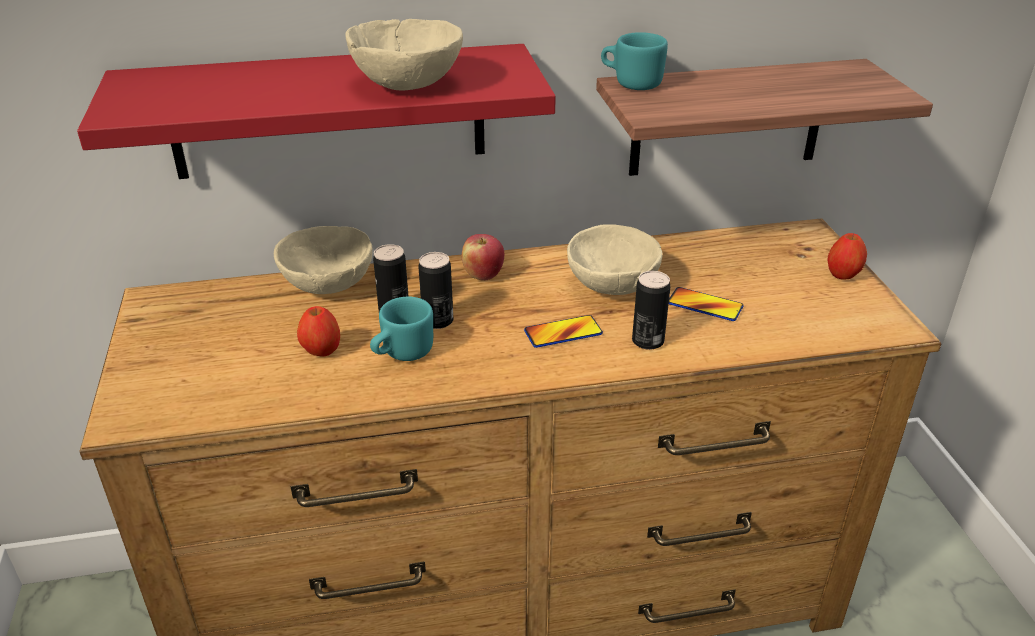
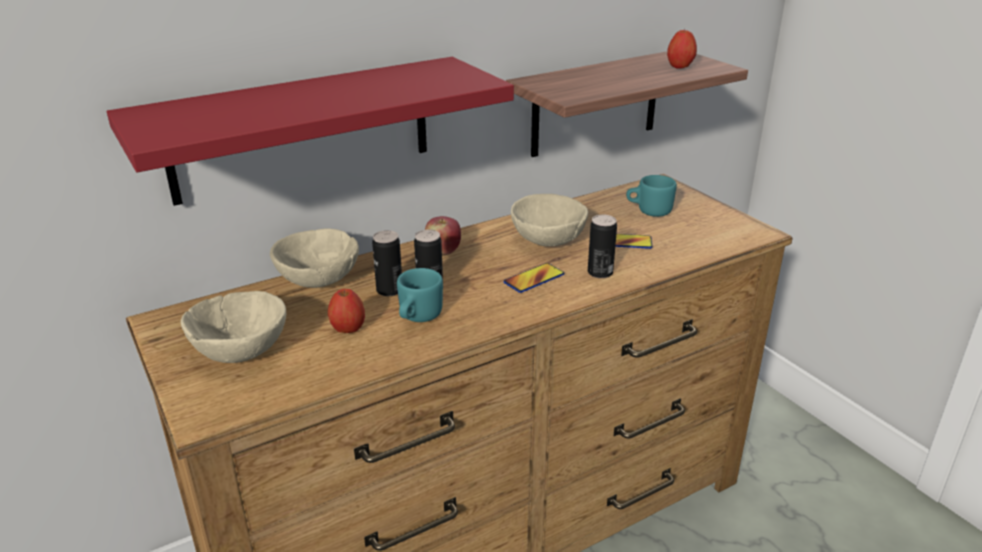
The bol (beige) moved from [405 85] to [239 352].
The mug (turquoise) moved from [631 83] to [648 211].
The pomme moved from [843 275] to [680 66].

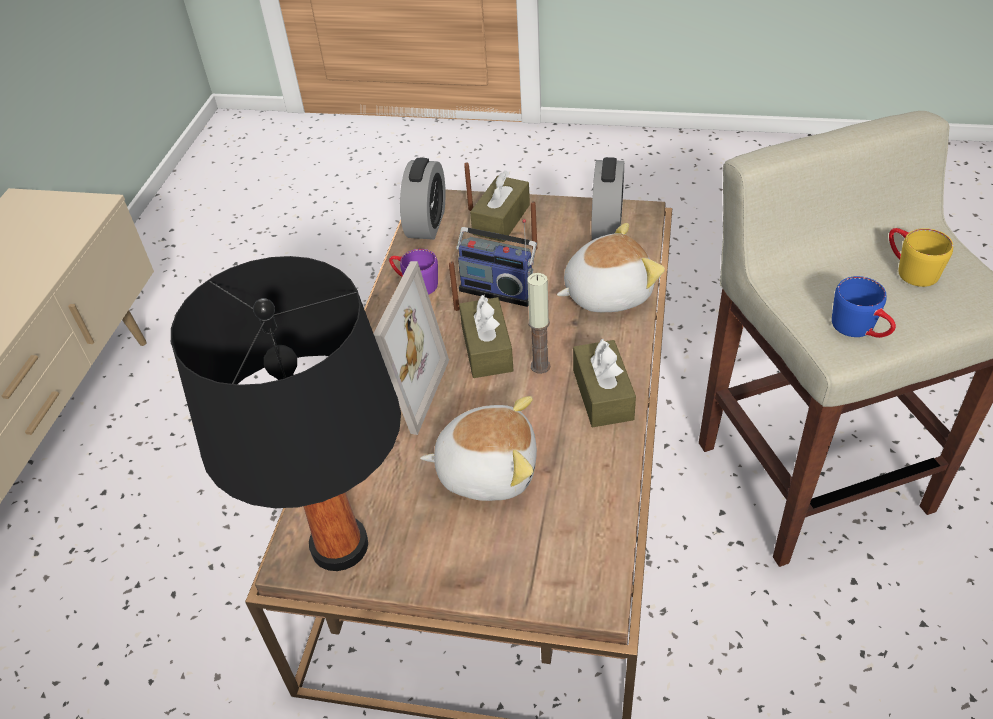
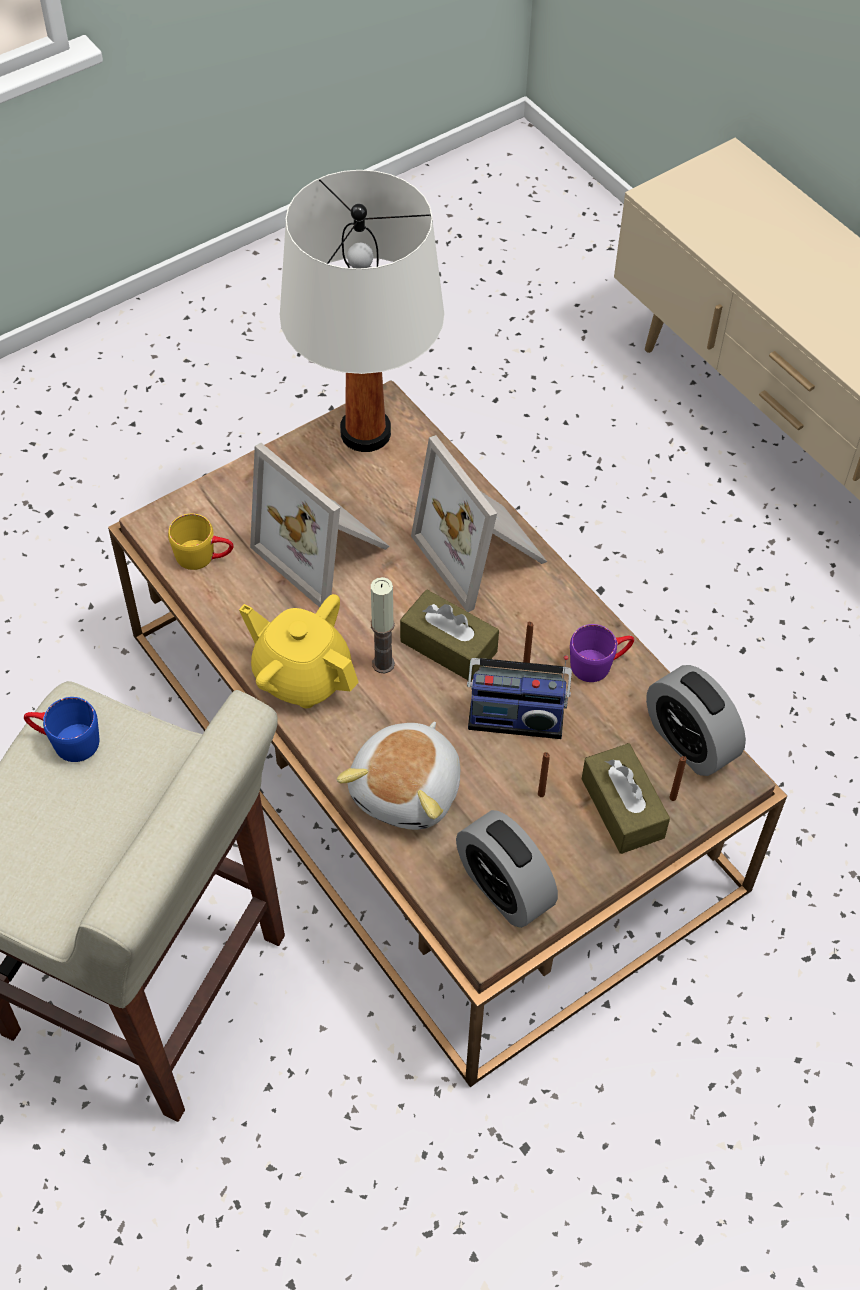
The mug (jaune) moved from [909 269] to [204 556].
The peluche at [487 469] was replaced by the cadre photo at [326 549].
The boîte à mouchoirs (marron) at [602 394] was replaced by the théière (jaune) at [302 676].
The lampe de table (noir) at [339 547] became the lampe de table (blanc) at [365 432].
The radio at [498 288] turned 150 degrees counterclockwise.

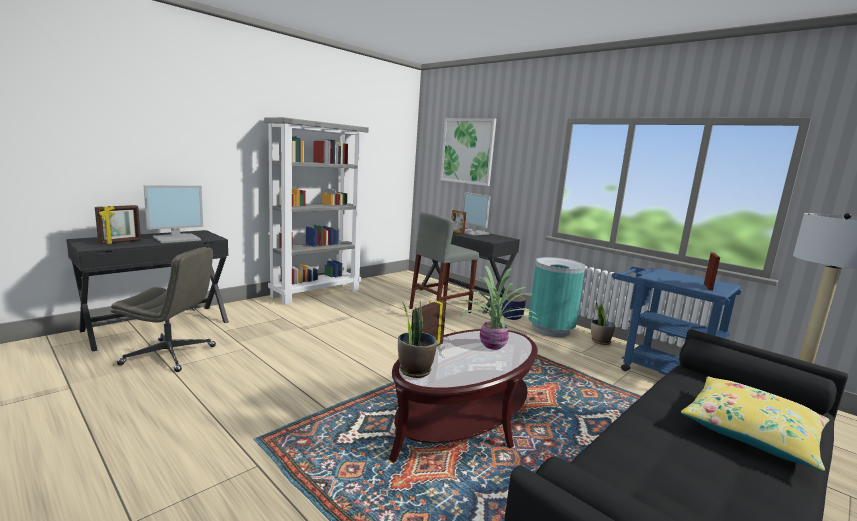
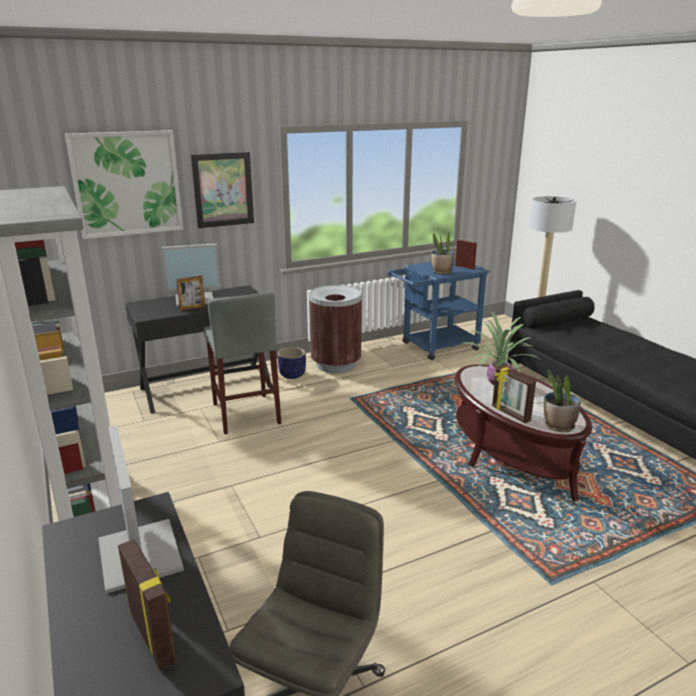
The coussin (jaune) at [751 431] disappeared.
The tableau at [223 190] appeared.
The plante en pot moved from [600 341] to [442 272].
The poubelle (turquoise) at [550 329] became the poubelle (marron) at [335 364].

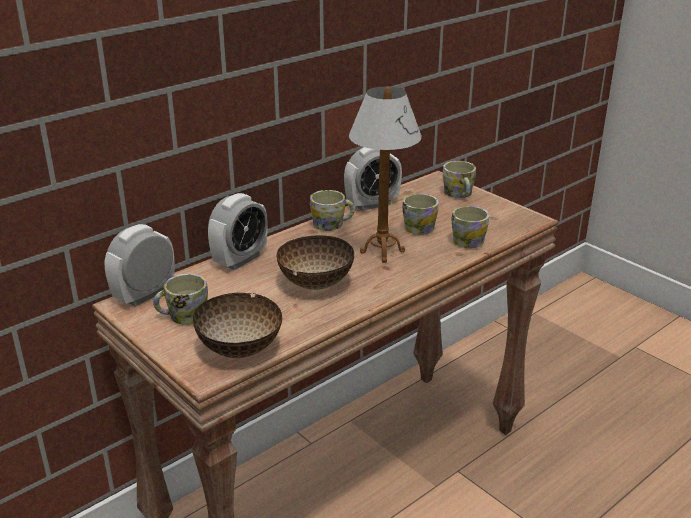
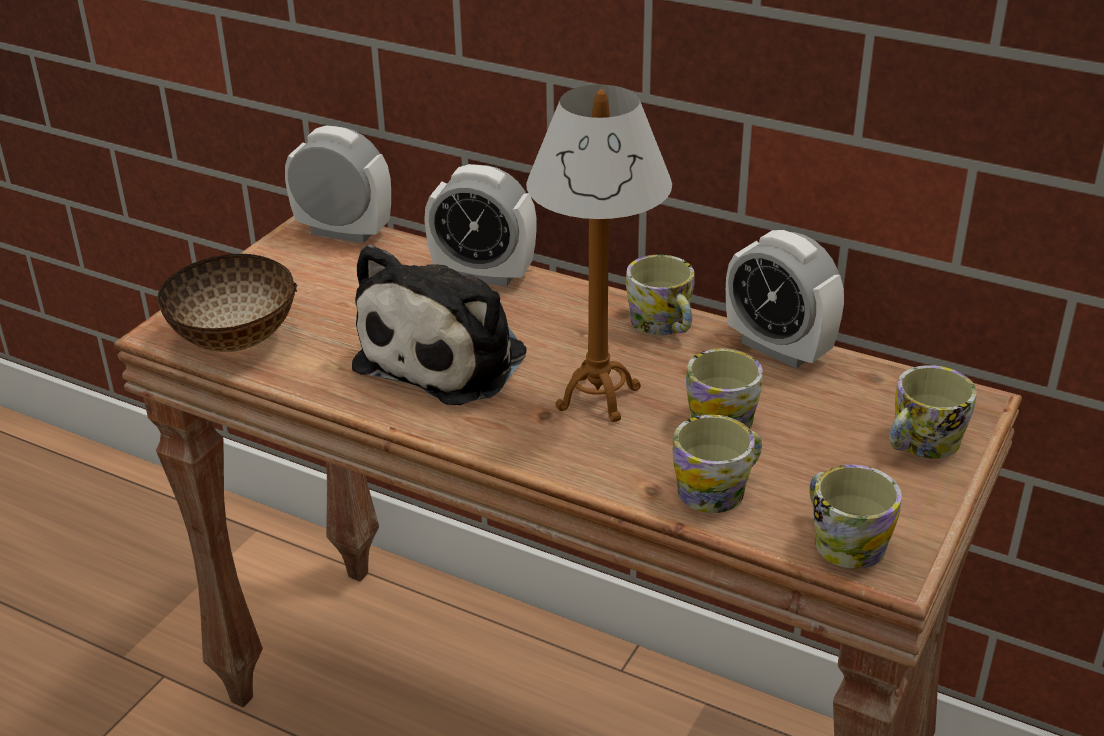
The mug moved from [182 316] to [842 540].
The bol at [315 283] was replaced by the peluche at [449 357].

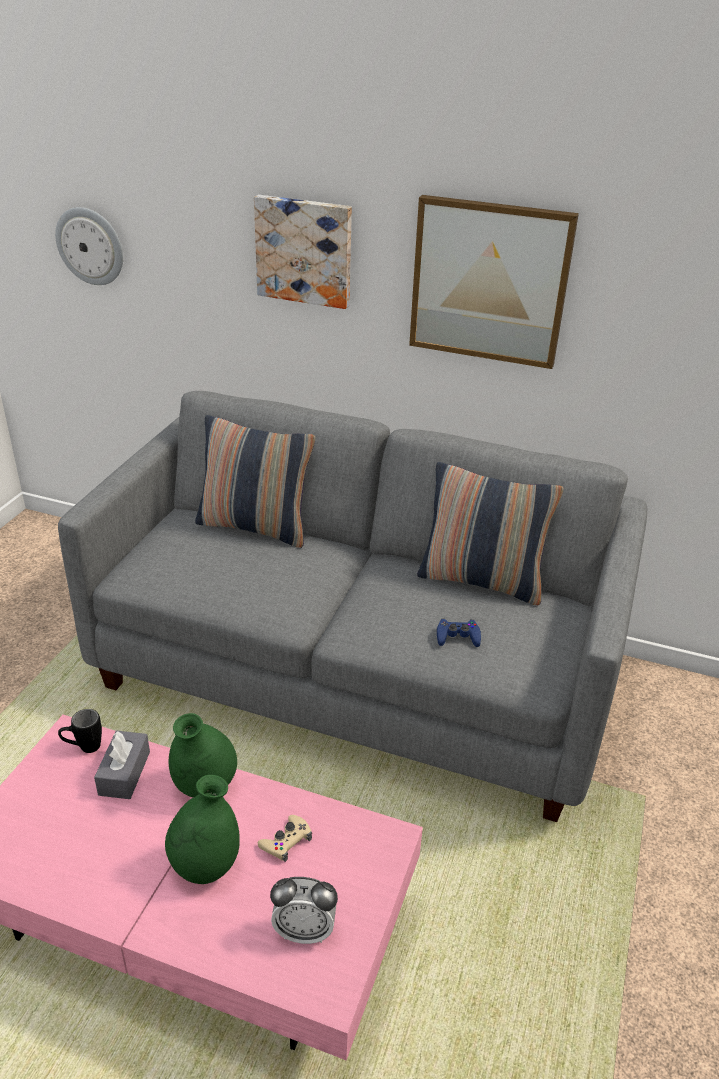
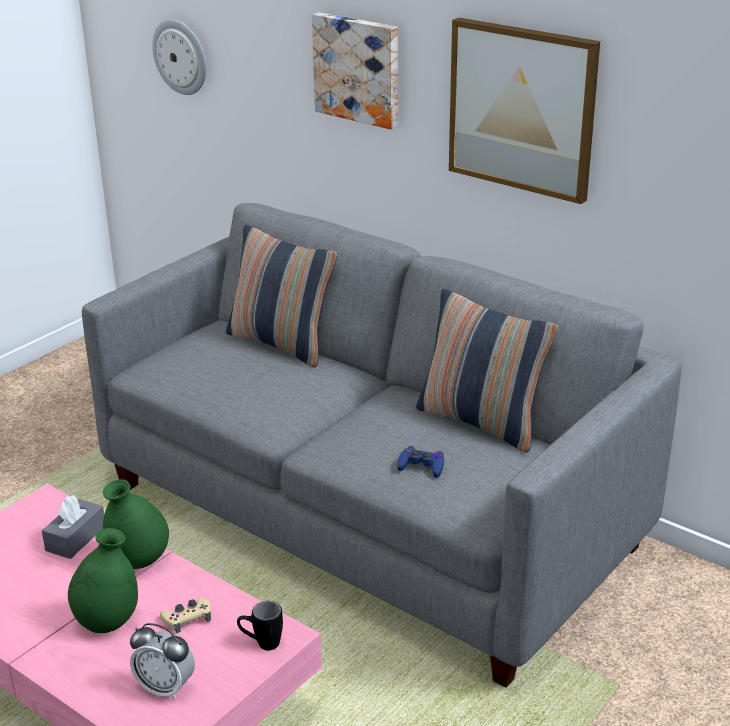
The mug (noir) moved from [83 747] to [261 643].

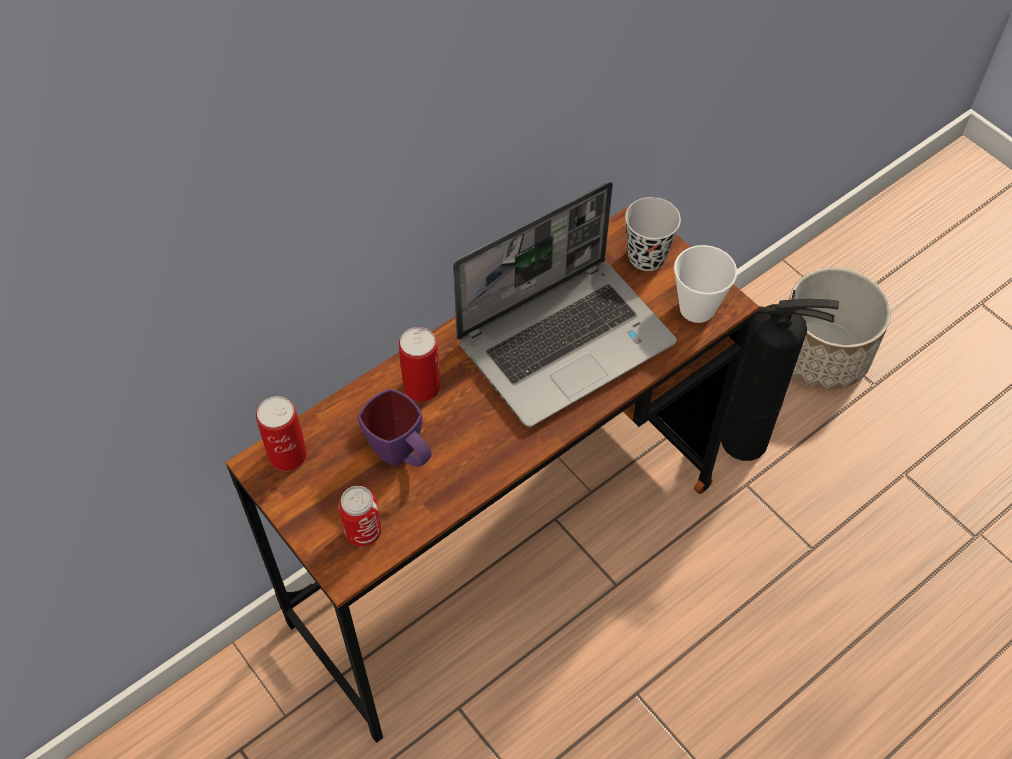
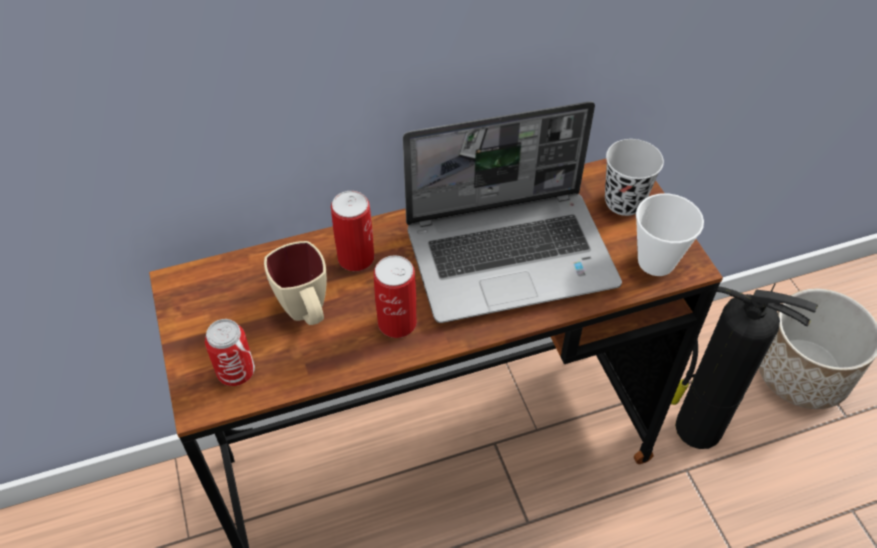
The boîte métallique moved from [288 455] to [397 323].
The mug (violet) at [402 456] became the mug (beige) at [307 314].

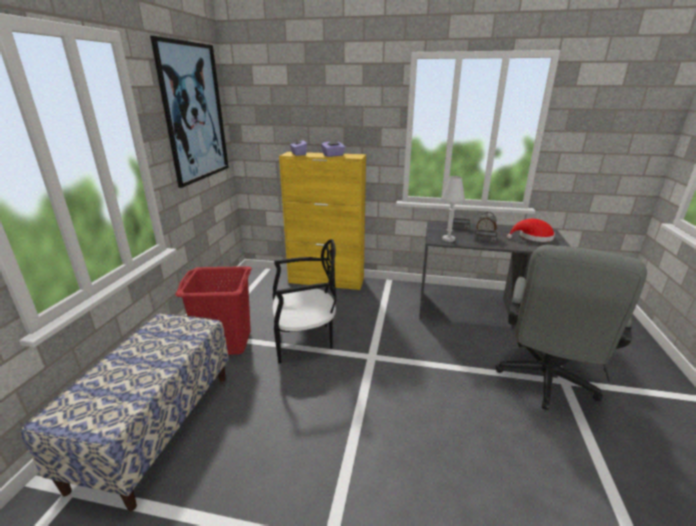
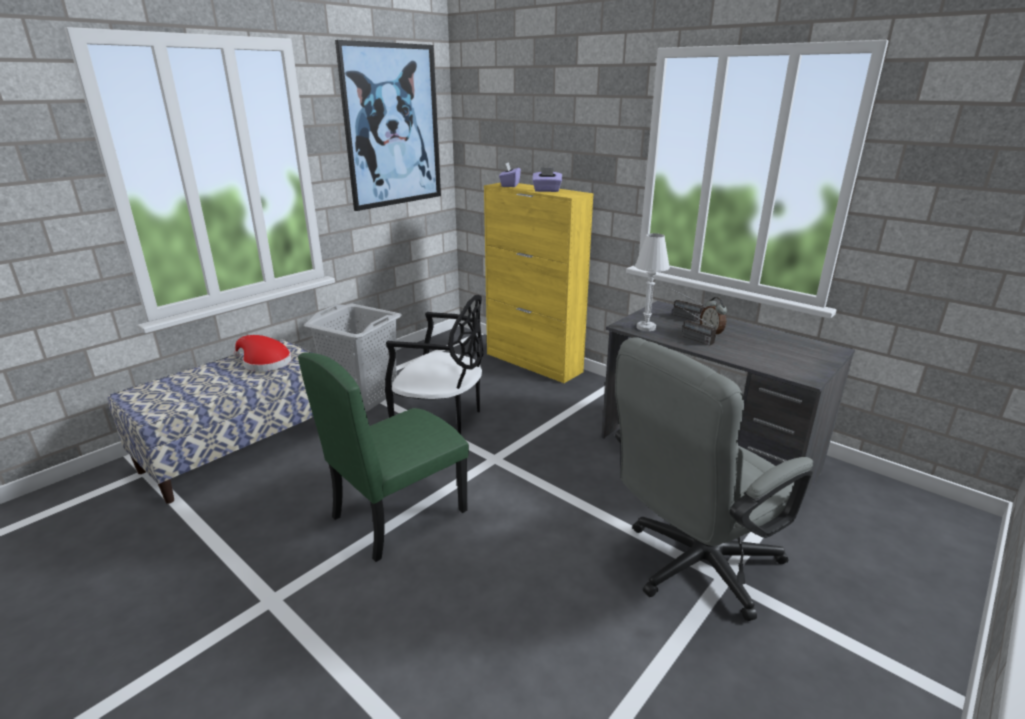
The chaise (vert) at [399 513] appeared.
The chapeau (rouge) moved from [533 237] to [264 363].
The panier à linge (rouge) at [226 342] became the panier à linge (gris) at [363 397].

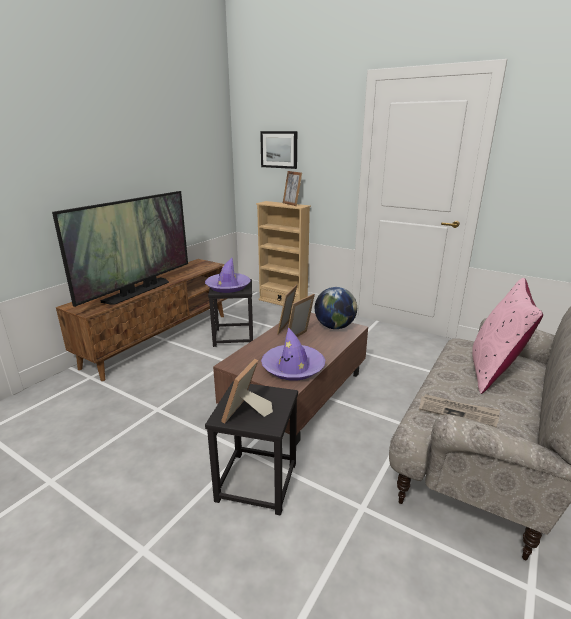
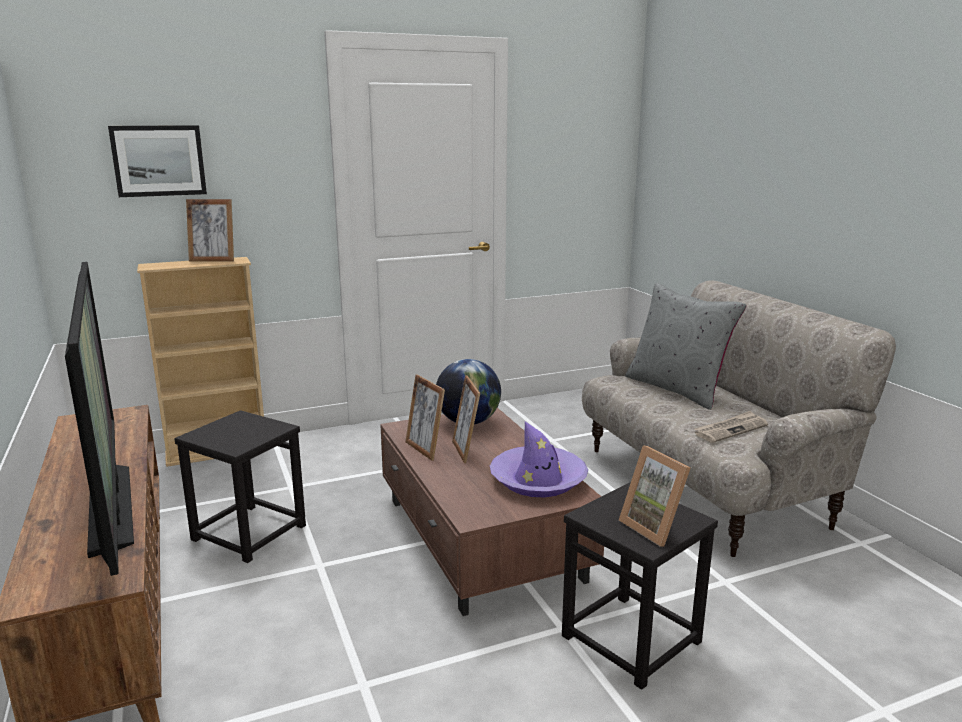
The chapeau (violet) at [228 287] disappeared.
The coussin (rose) at [494 370] became the coussin (gris) at [677 389].

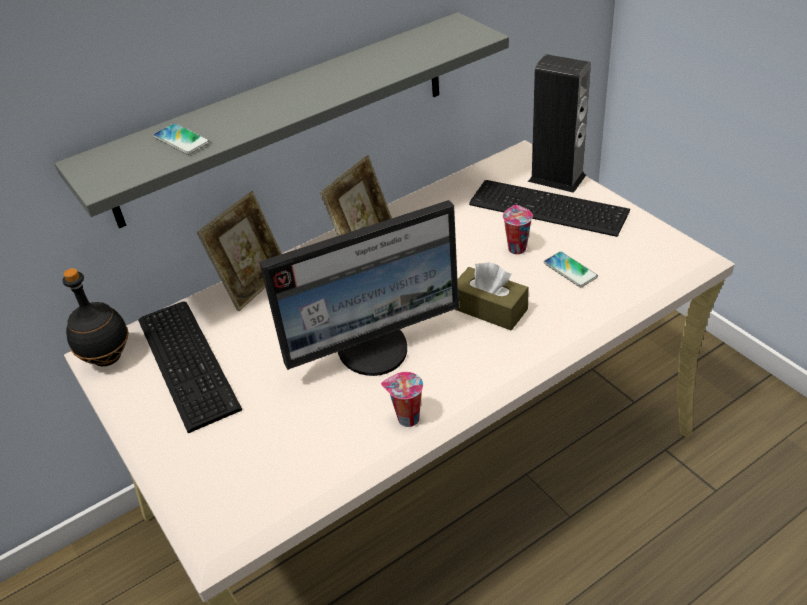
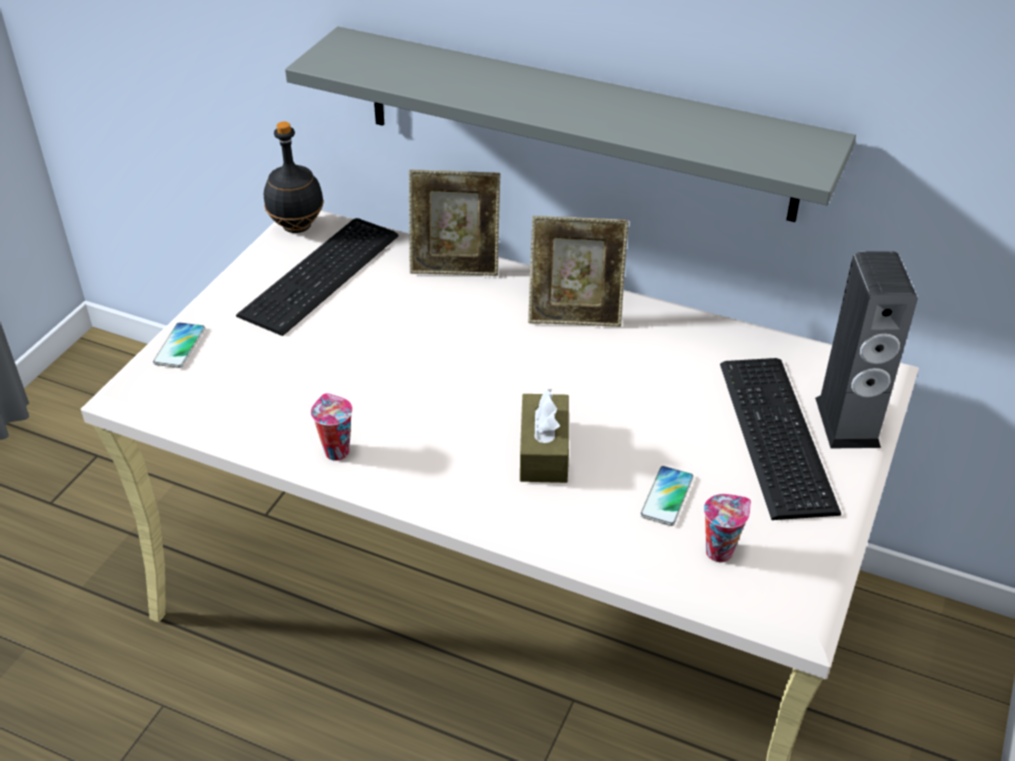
The écran d'ordinateur at [374 349] disappeared.
The téléphone moved from [181 140] to [180 346].
The tasse moved from [516 248] to [720 550].

